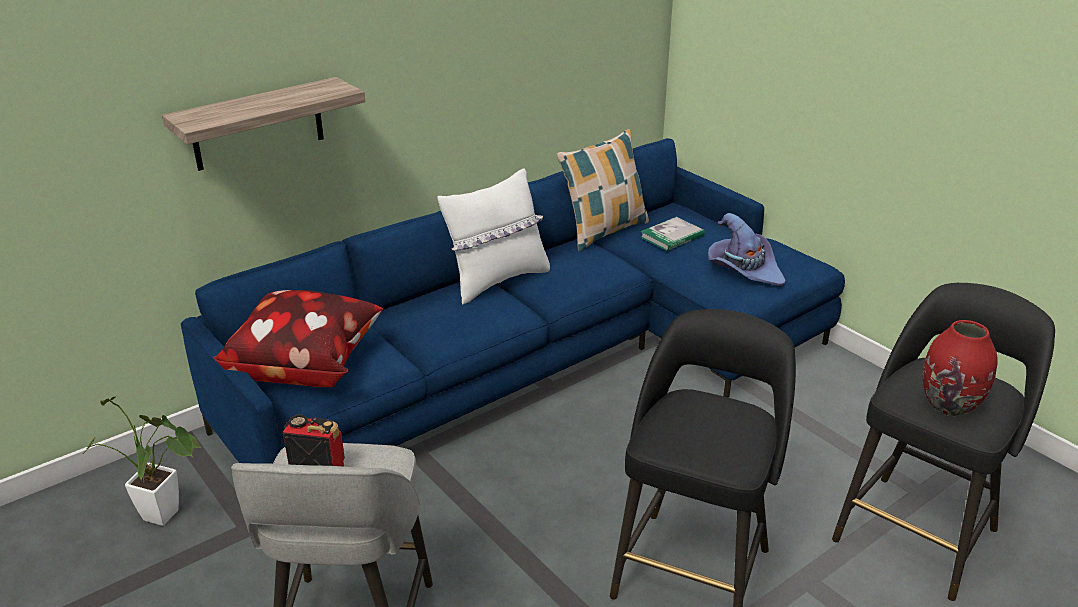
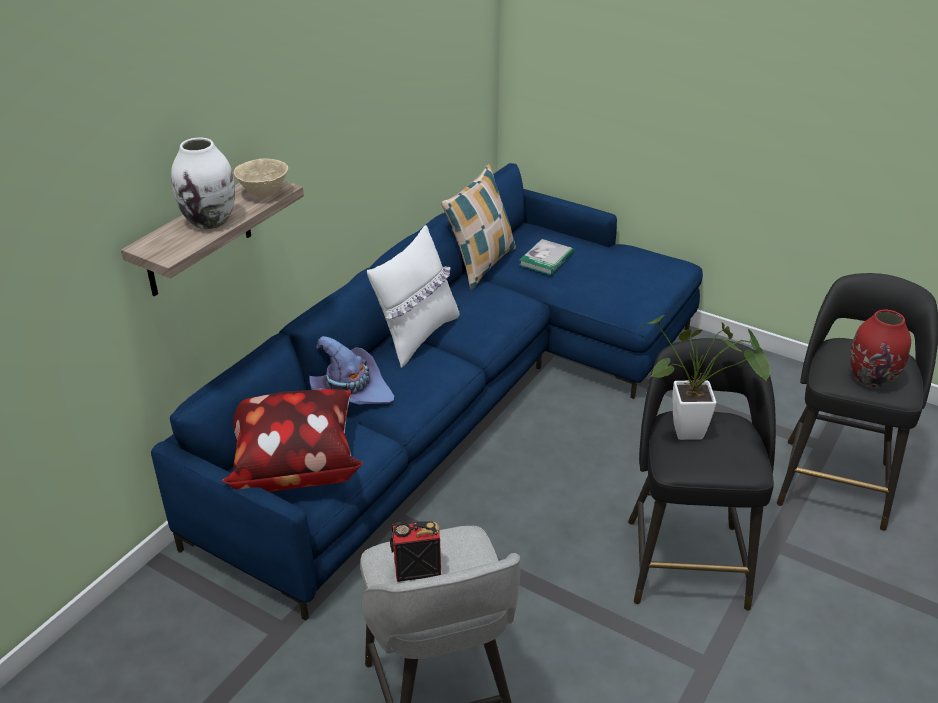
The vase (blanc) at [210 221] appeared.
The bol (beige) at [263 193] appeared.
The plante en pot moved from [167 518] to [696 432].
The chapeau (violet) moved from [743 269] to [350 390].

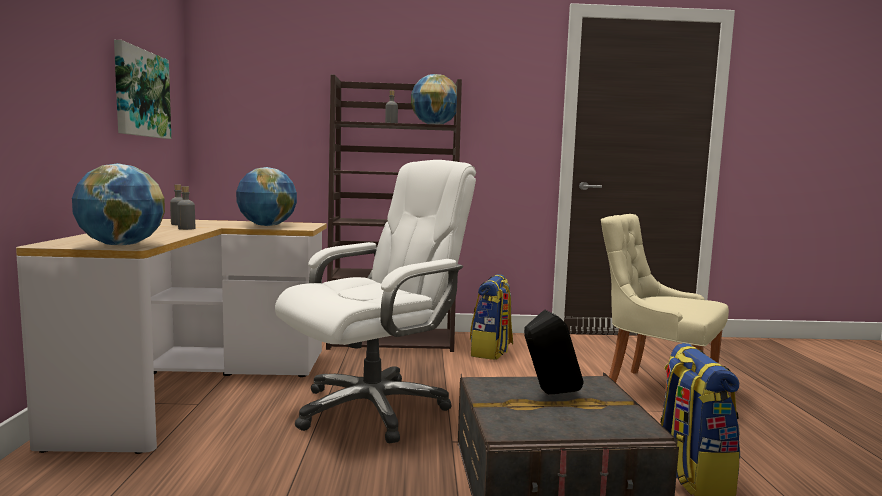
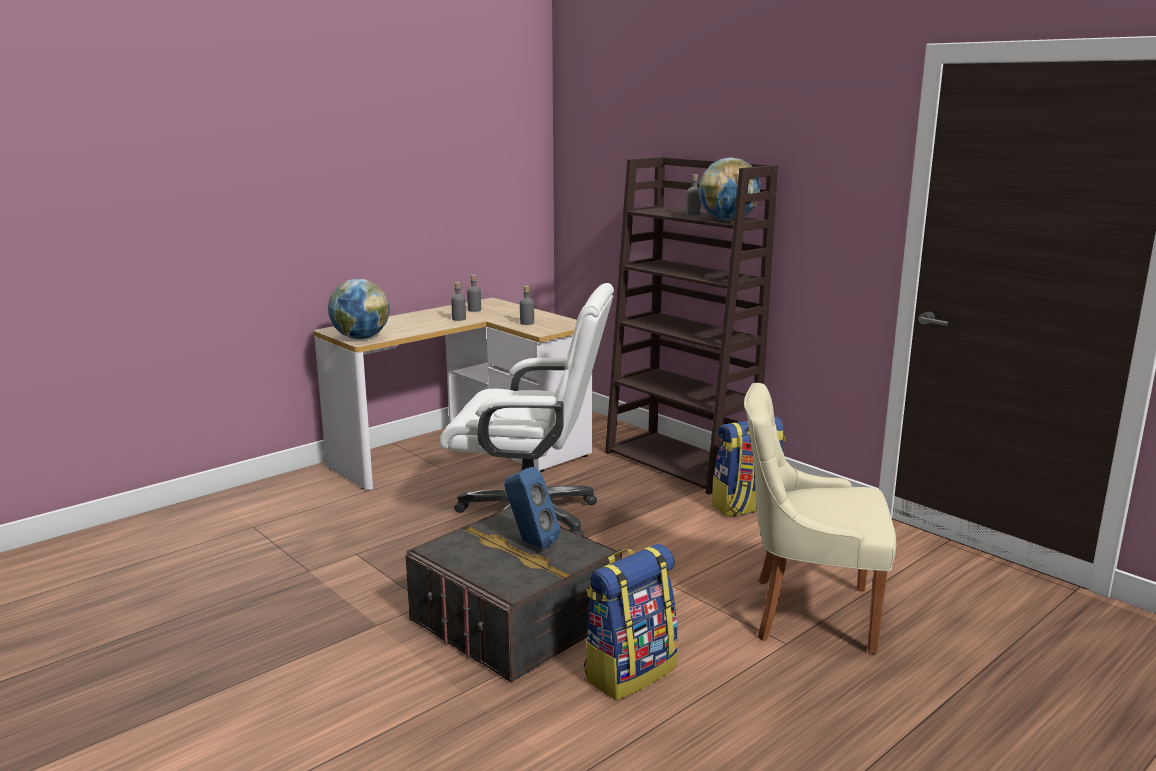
The tableau at [141 93] disappeared.
The globe at [267 226] was replaced by the bouteille (gris) at [527 323].
The enceinte (noir) at [549 394] became the enceinte (bleu) at [530 543].
The chaise (beige) at [655 391] turned 75 degrees counterclockwise.

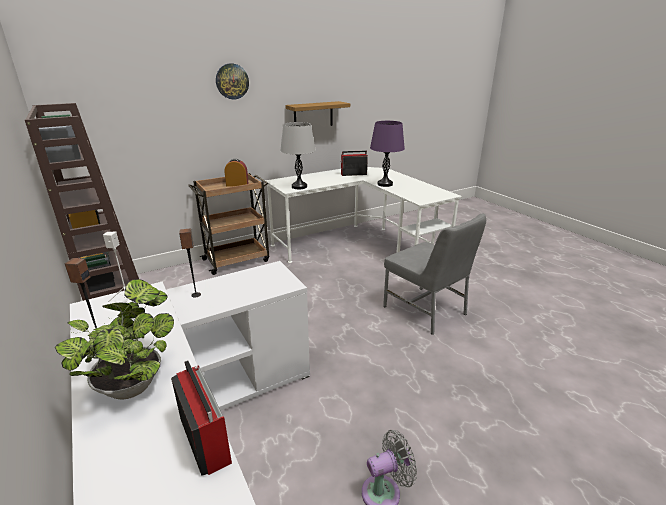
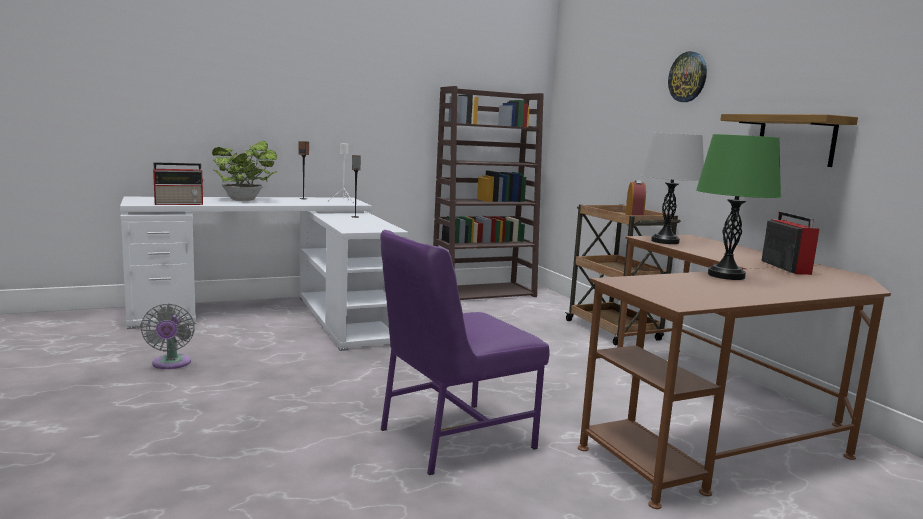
The bureau (blanc) at [360 246] became the bureau (marron) at [715 416].
The lampe de table (violet) at [385 184] became the lampe de table (vert) at [726 275].
The chaise (gris) at [426 310] became the chaise (violet) at [453 437].

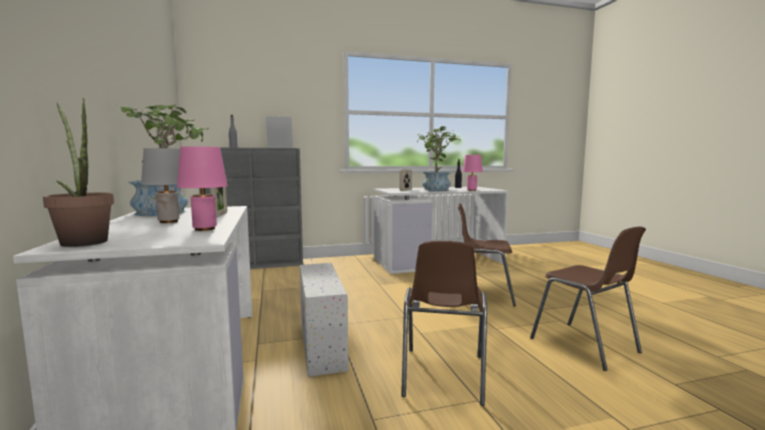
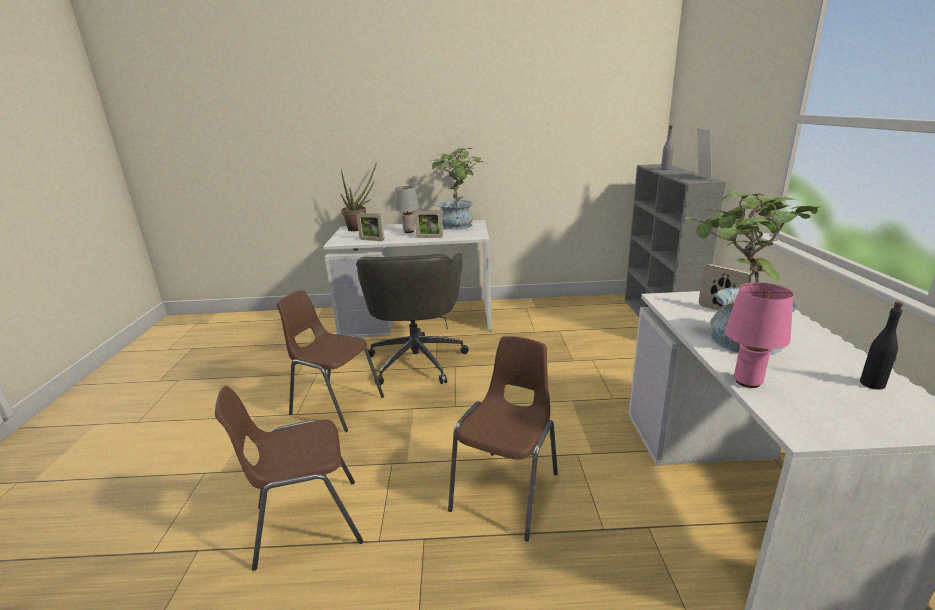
The lampe de table (rose) at [205 229] was replaced by the cadre photo at [372 240].
The boîte de rangement (blanc) at [322 346] was replaced by the chaise de bureau (gris) at [417 359].

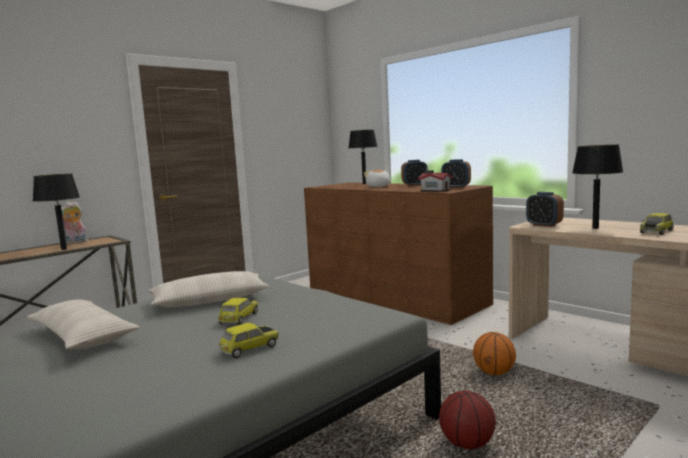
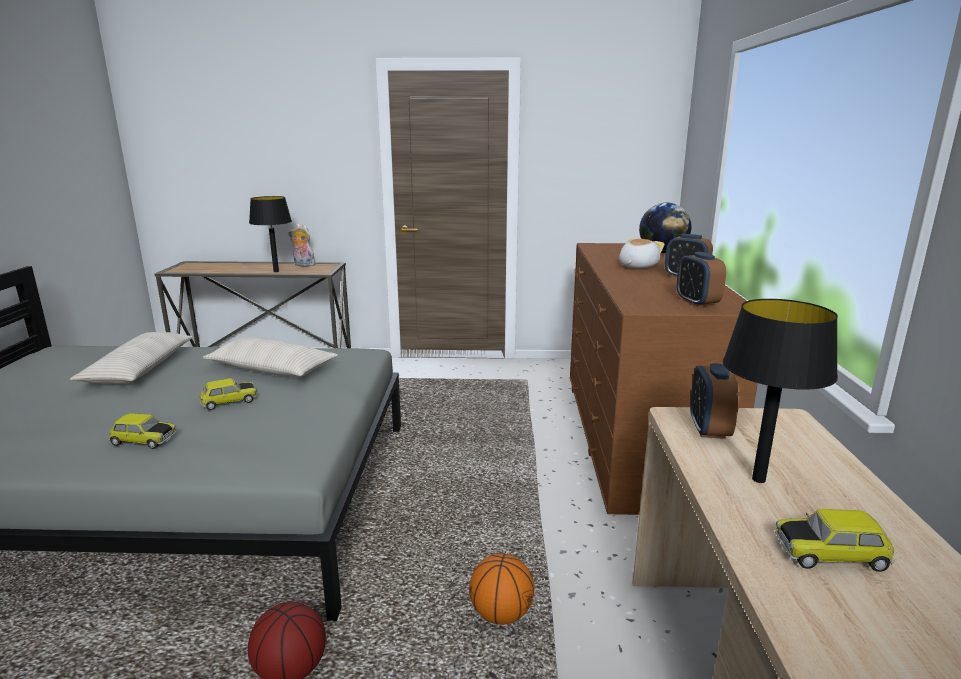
The maison miniature at [435 190] disappeared.
The lampe de table (noir) at [364 183] was replaced by the globe at [662 252].

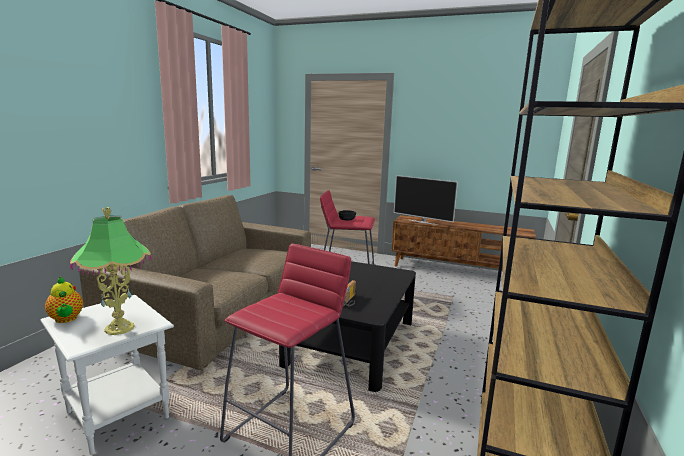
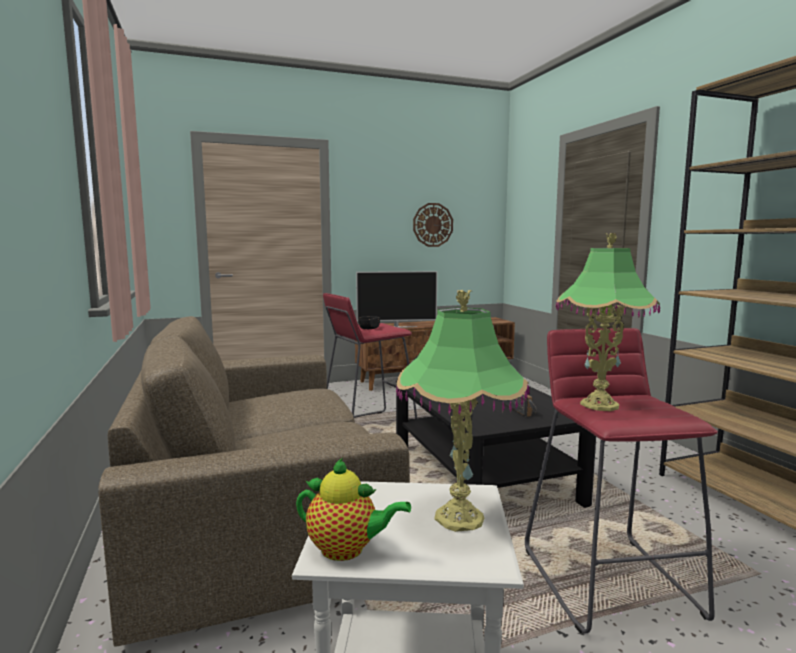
The horloge murale at [433 225] appeared.
The lampe de table at [599 405] appeared.

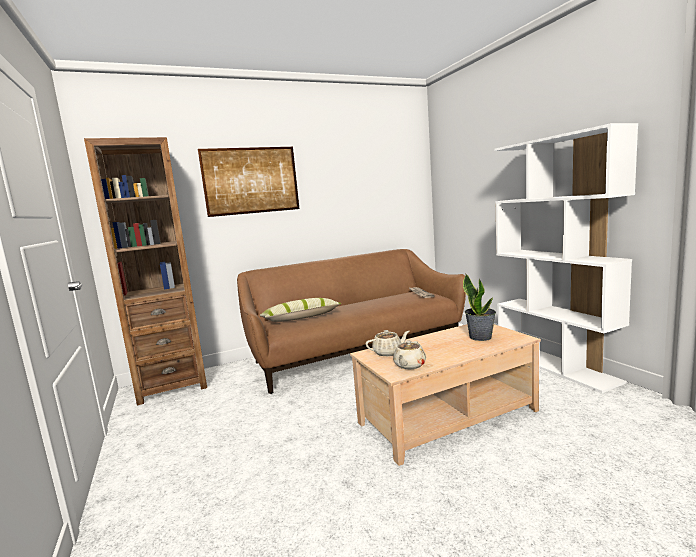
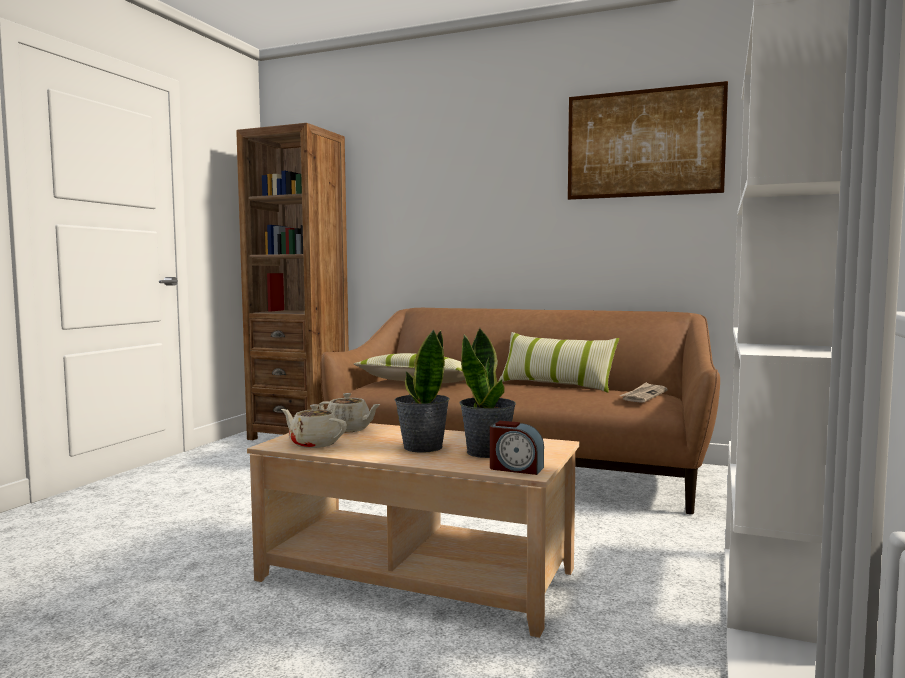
The plante en pot at [422 447] appeared.
The réveil at [515 468] appeared.
The coussin at [556 385] appeared.
The tableau moved from [251 180] to [644 143].
The théière (beige) at [409 365] turned 45 degrees clockwise.

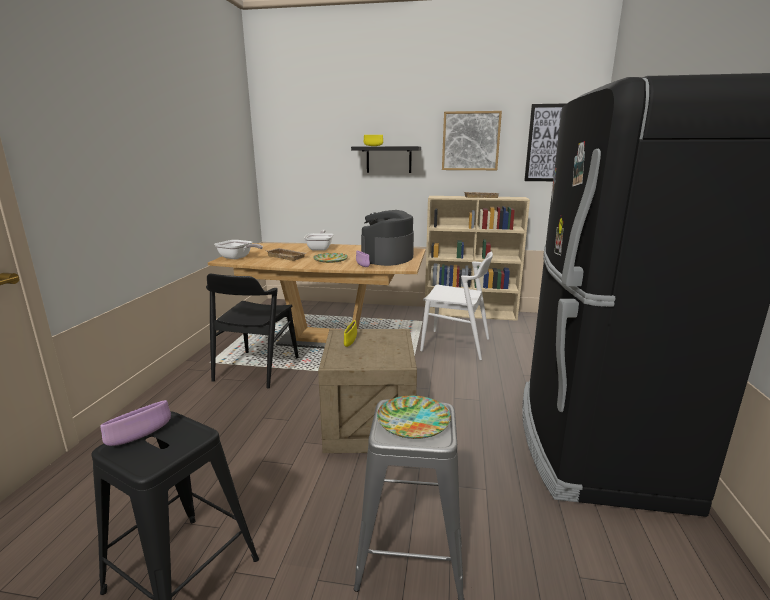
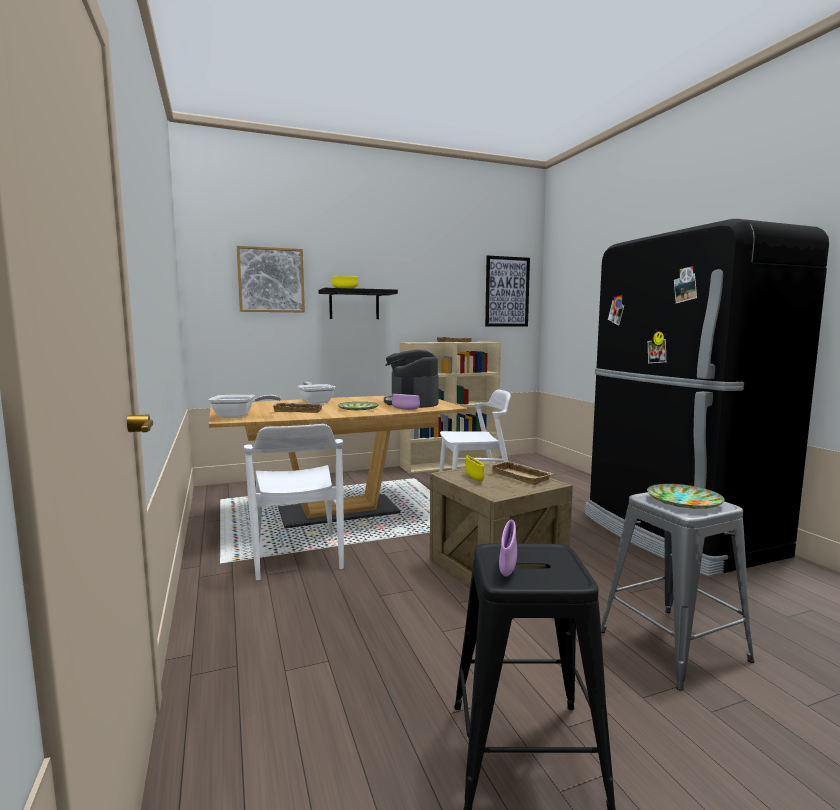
The plateau (beige) at [522 476] appeared.
The tableau moved from [470 141] to [271 280].
The chaise (noir) at [256 369] became the chaise (blanc) at [297 555].

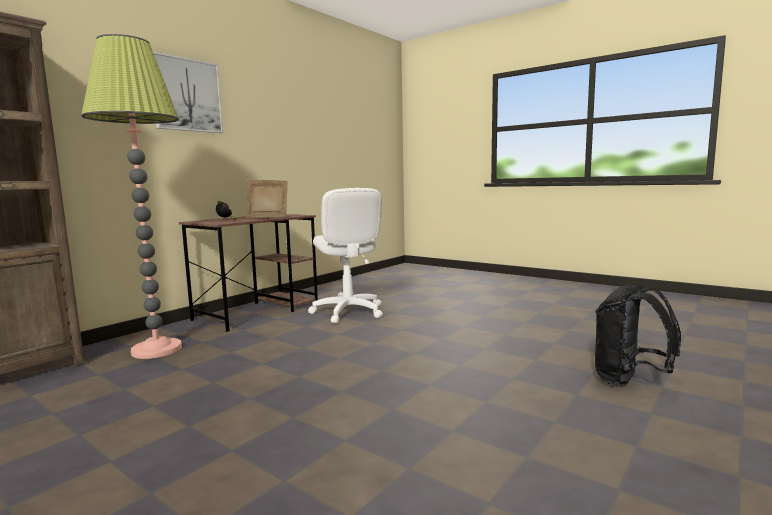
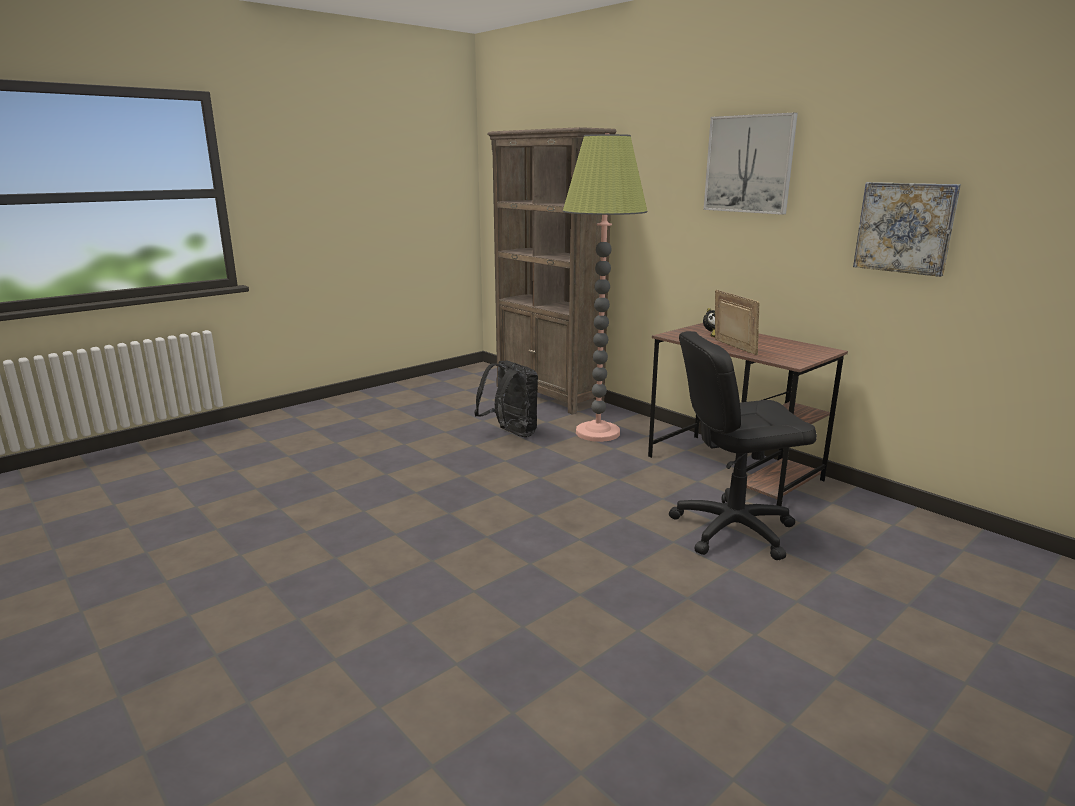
The tableau at [905 227] appeared.
The sac à dos (noir) moved from [629 381] to [510 434].
The chaise de bureau (blanc) at [348 312] became the chaise de bureau (noir) at [732 529].

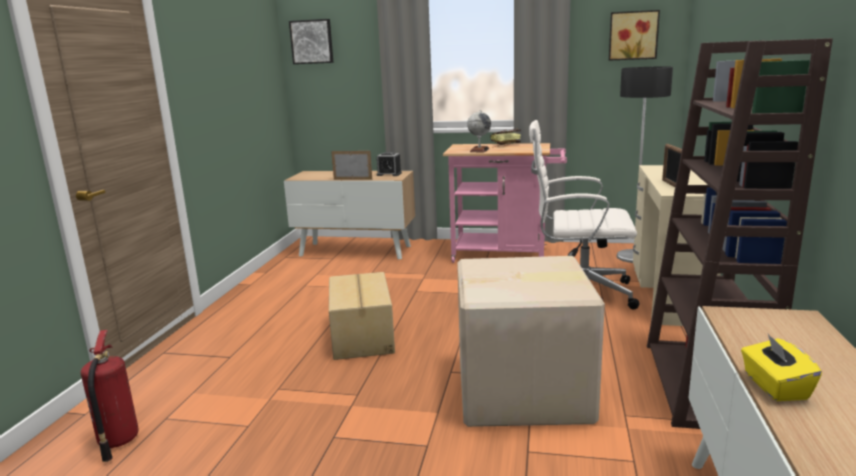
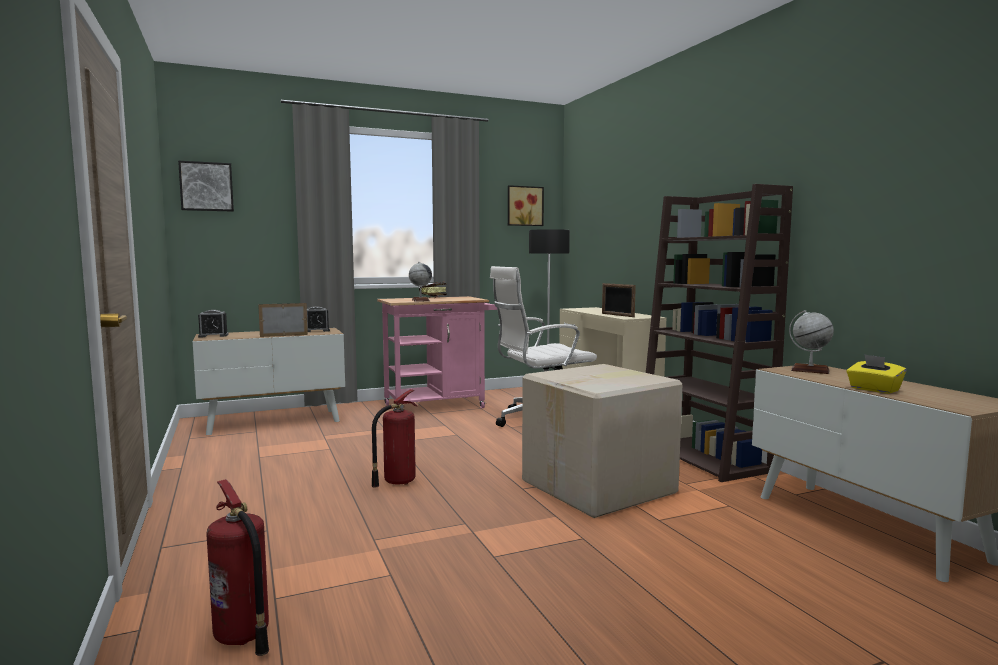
The réveil at [213 335] appeared.
The globe at [810 370] appeared.
The carton at [363 335] was replaced by the extincteur at [397 482].

